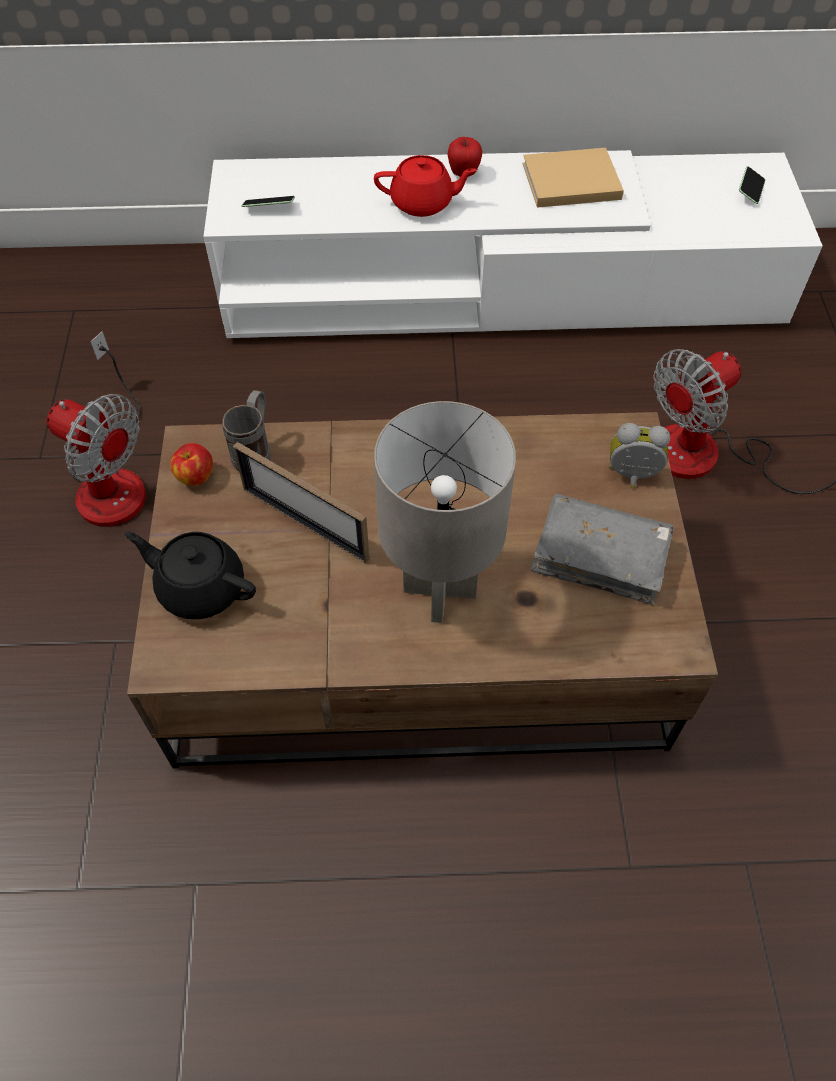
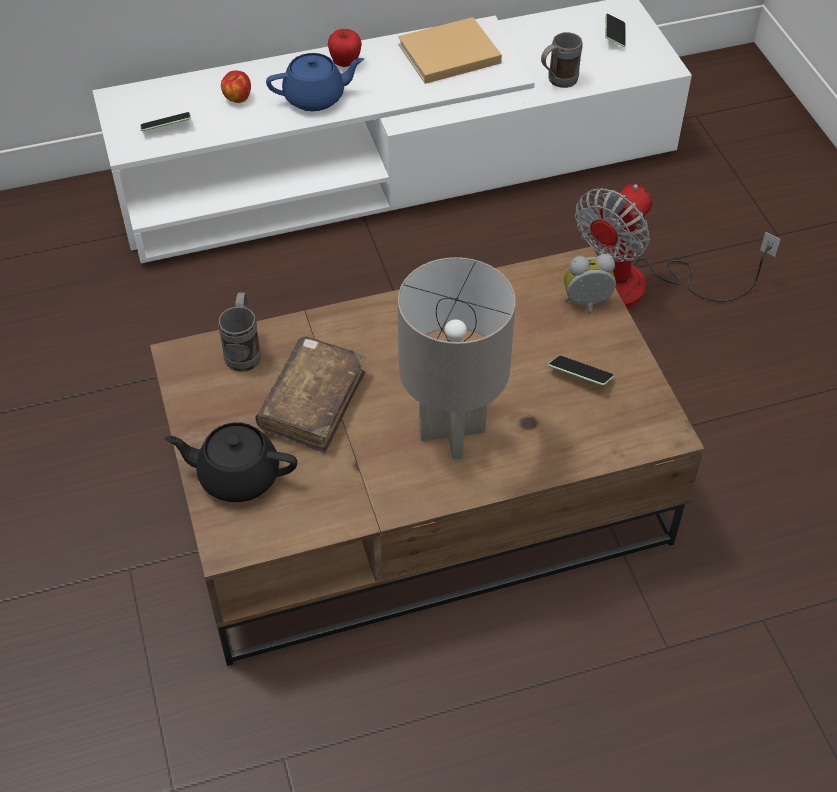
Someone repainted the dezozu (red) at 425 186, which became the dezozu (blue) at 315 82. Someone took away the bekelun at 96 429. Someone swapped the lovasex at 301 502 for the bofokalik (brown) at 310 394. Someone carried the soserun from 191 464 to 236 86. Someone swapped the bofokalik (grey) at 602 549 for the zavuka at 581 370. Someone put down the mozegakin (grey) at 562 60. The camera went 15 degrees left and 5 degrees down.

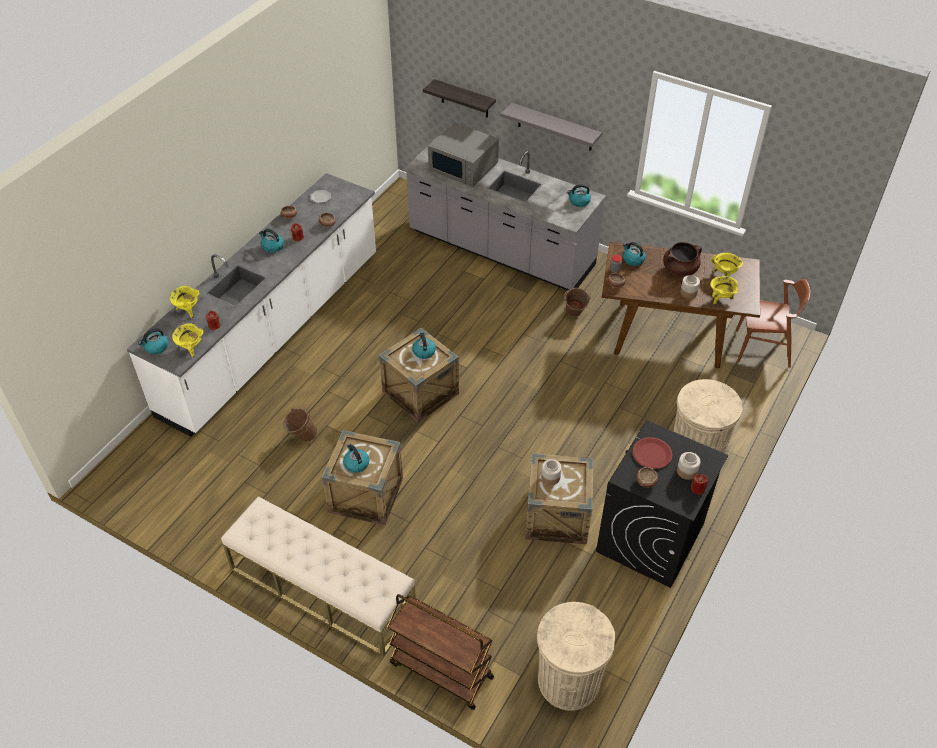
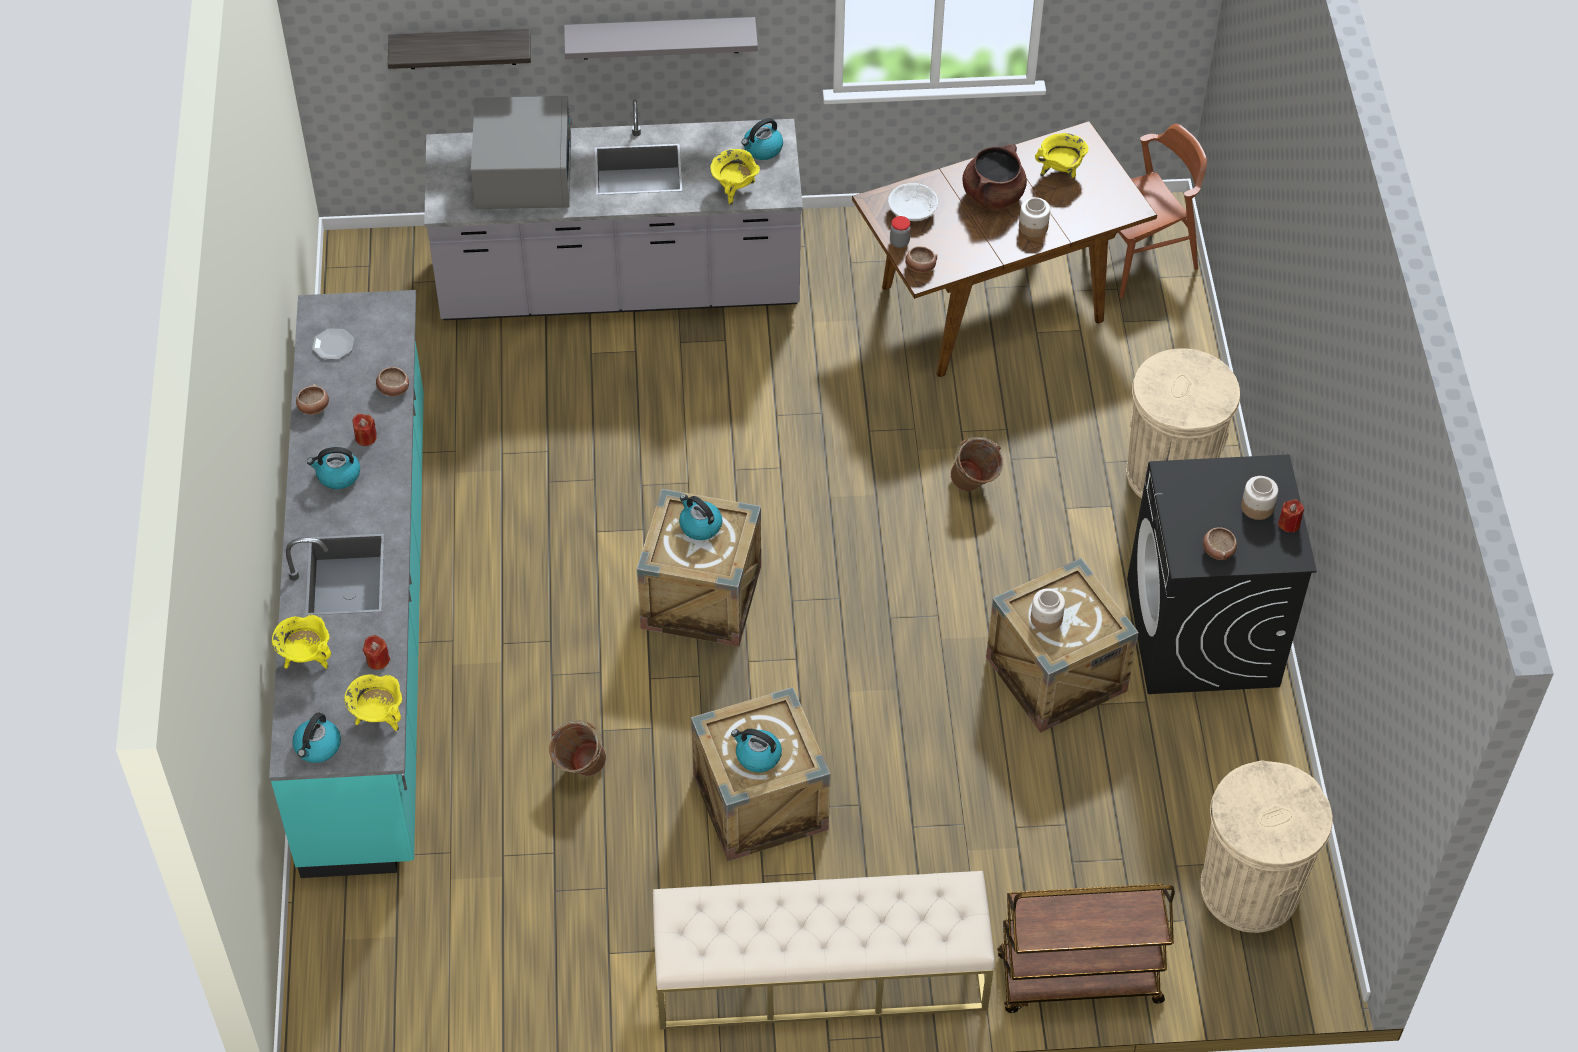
Someone rotated the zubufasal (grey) at 463 154 by 90 degrees counterclockwise. Someone repainted the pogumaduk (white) at 251 305, which became the pogumaduk (turquoise) at 346 584. Someone swapped the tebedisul at 634 254 for the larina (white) at 913 202. Someone carried the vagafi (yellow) from 724 290 to 735 177. Someone carried the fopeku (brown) from 577 302 to 976 464. Someone took away the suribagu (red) at 653 453. The camera went 35 degrees left and 5 degrees up.

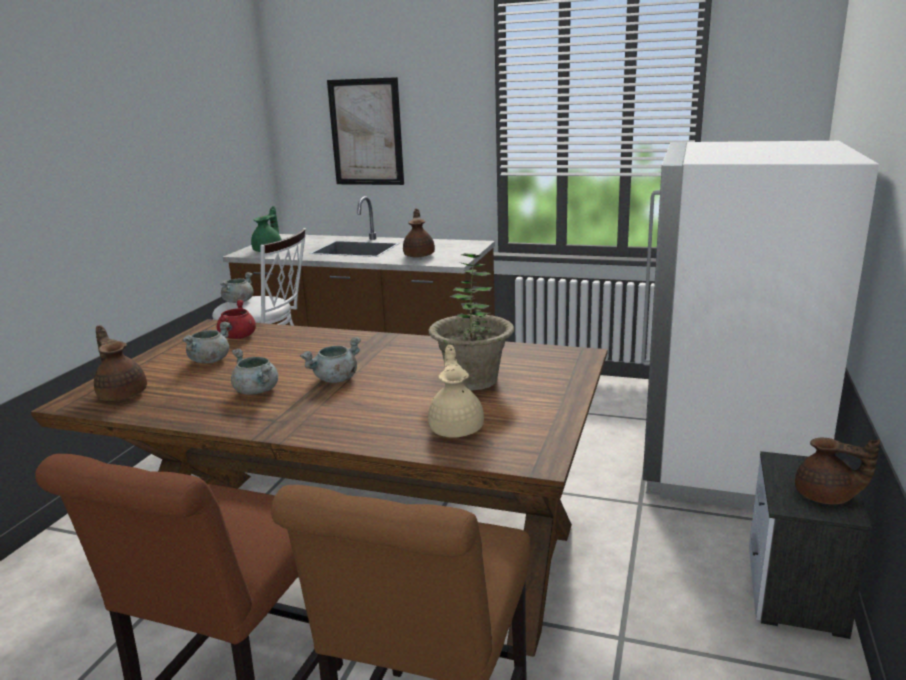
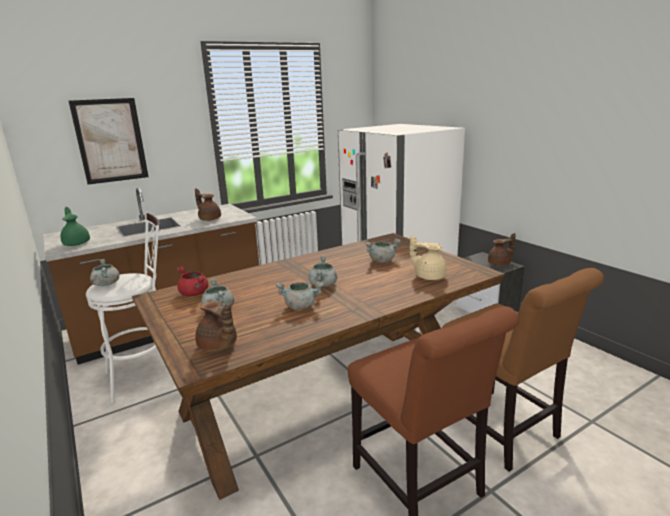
Someone swapped the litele at 471 321 for the vagafi (grey) at 383 251. Someone rotated the dezozu (brown) at 120 363 by 135 degrees counterclockwise. The camera went 50 degrees left and 0 degrees up.

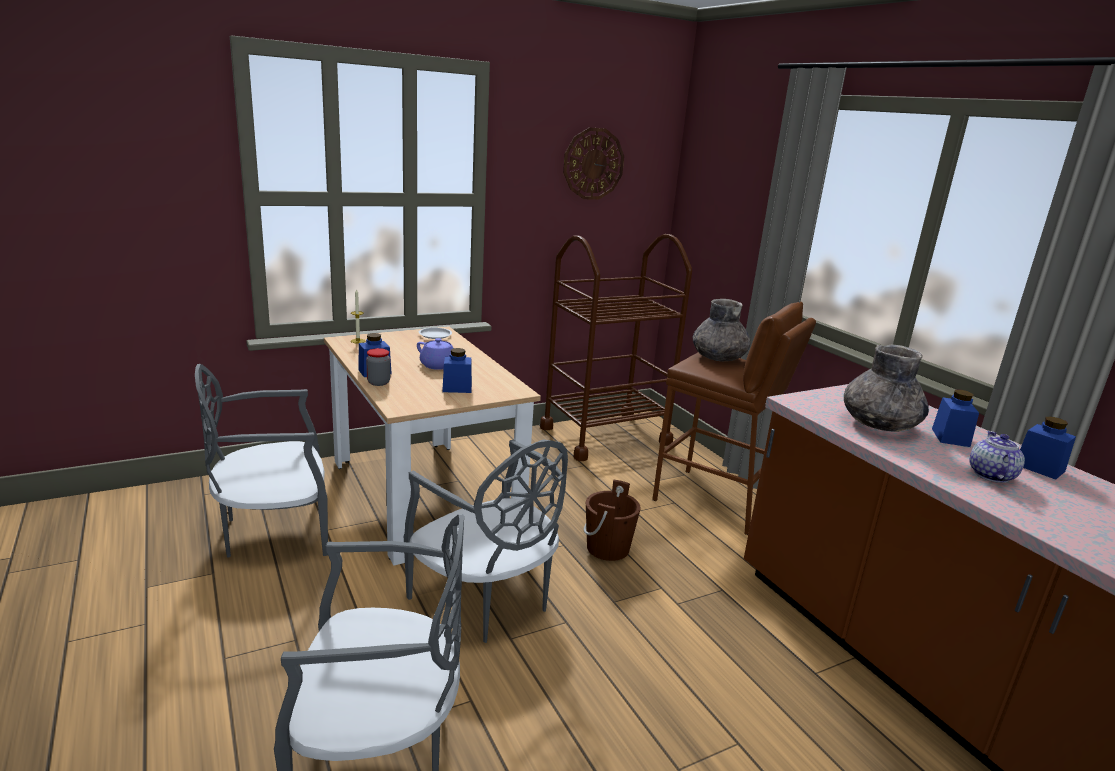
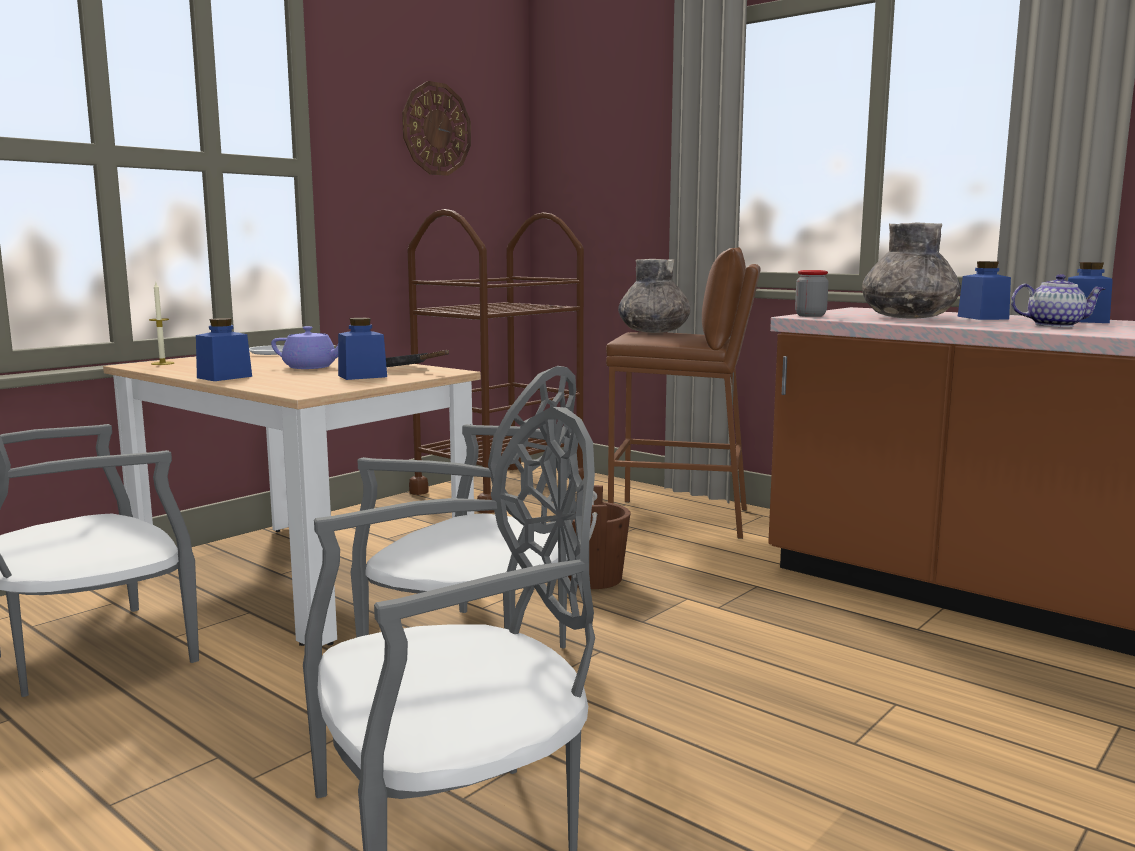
Someone carried the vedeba from 378 367 to 812 293. Someone rotated the dezozu at 997 457 by 105 degrees clockwise. Someone put down the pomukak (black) at 417 358. The camera went 20 degrees left and 10 degrees down.

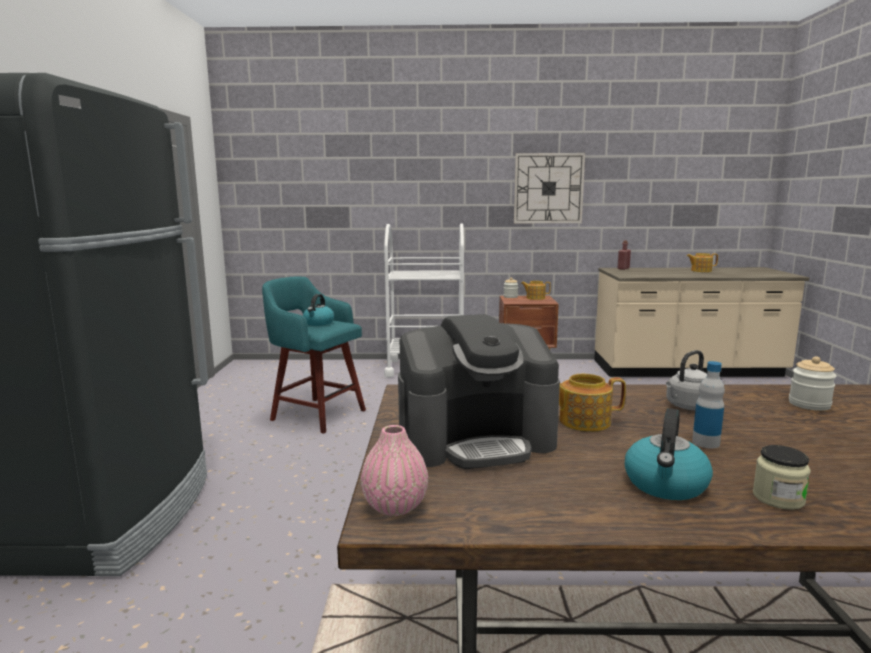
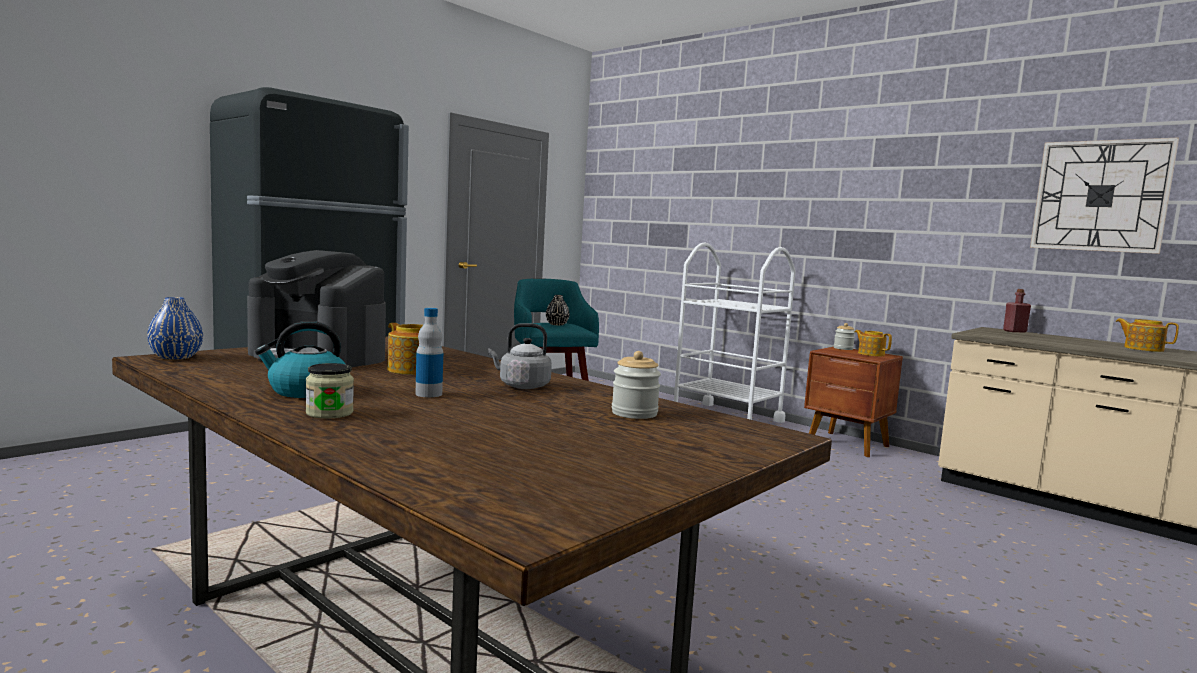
Someone carried the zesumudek from 549 188 to 1104 195. Someone swapped the tebedisul at 318 310 for the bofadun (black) at 557 310. Someone repainted the bofadun (pink) at 394 470, which became the bofadun (blue) at 175 328. The camera went 40 degrees right and 5 degrees down.

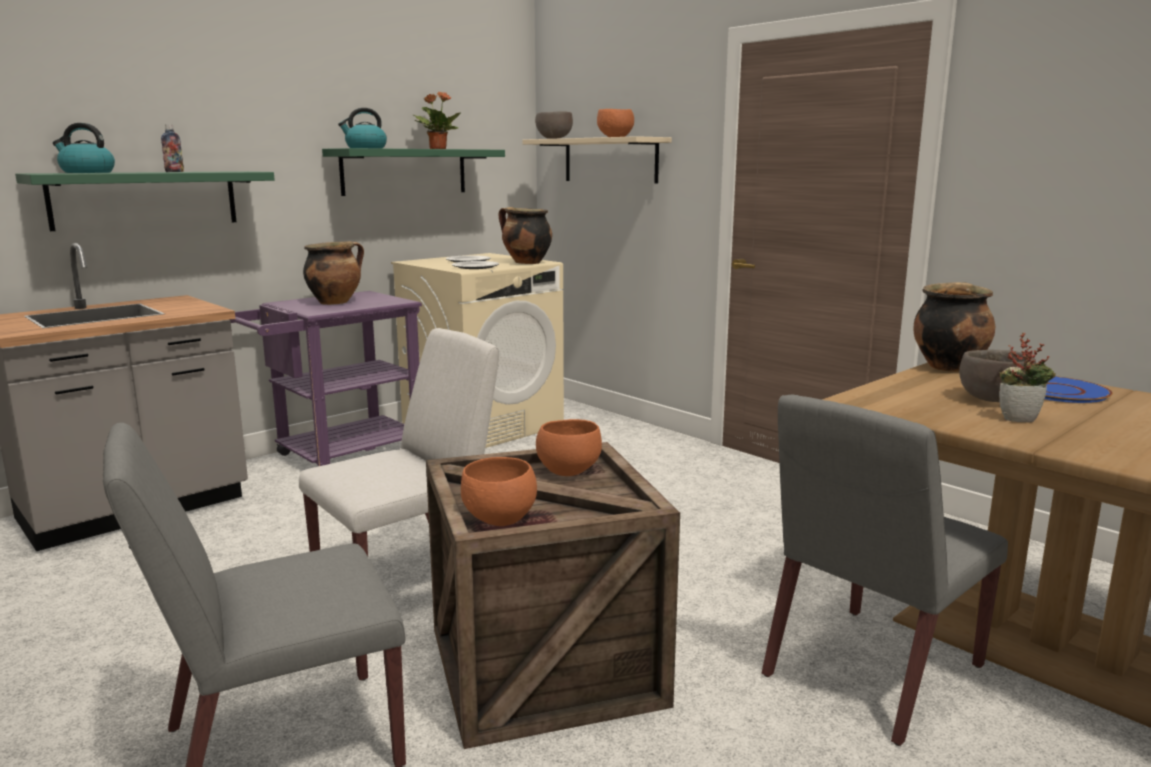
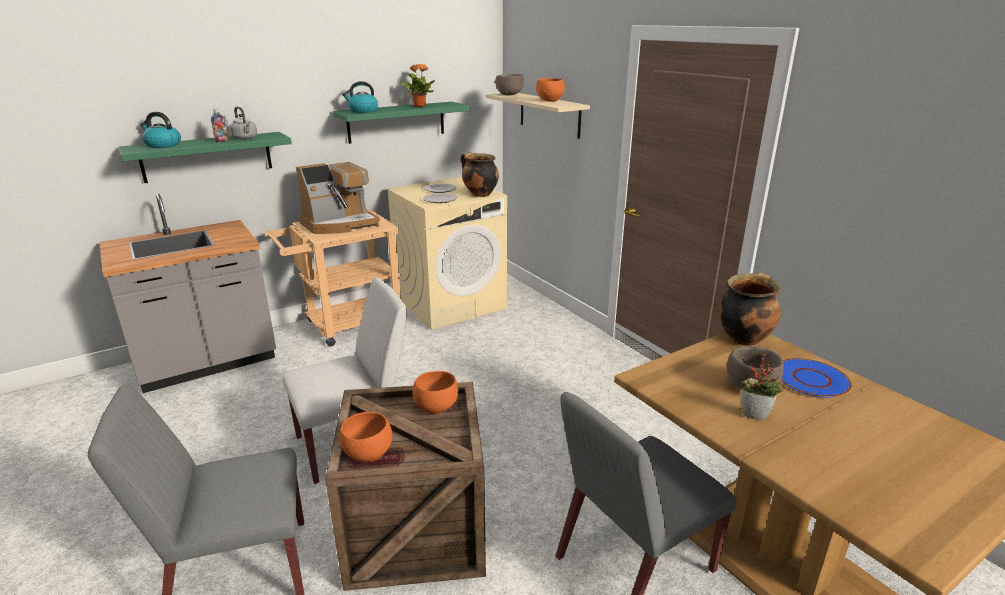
Someone swapped the vagafi at 333 273 for the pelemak at 338 198. Someone repainted the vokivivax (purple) at 326 378, which became the vokivivax (beige) at 332 278. Someone put down the tebedisul (grey) at 243 123. The camera went 10 degrees right and 10 degrees up.

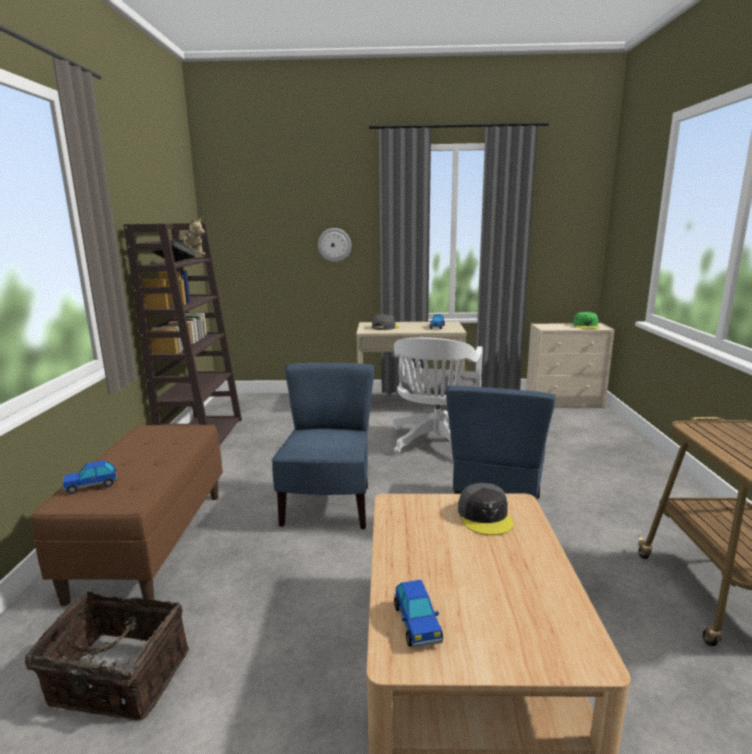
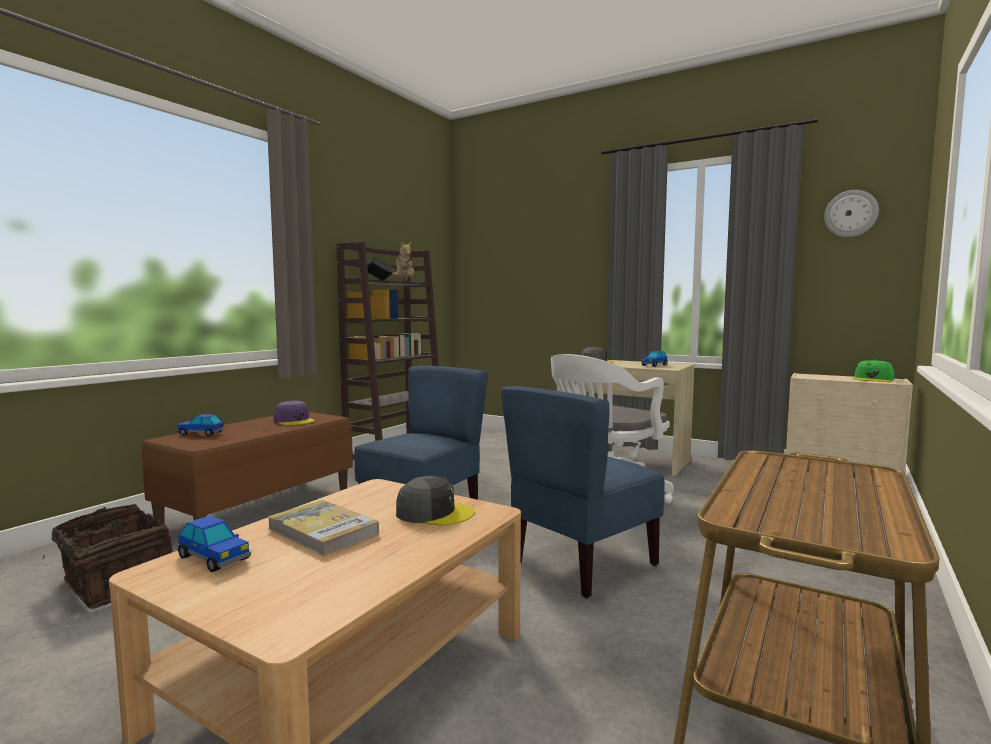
Someone carried the zesumudek from 334 245 to 851 213. Someone rotated the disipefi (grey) at 486 509 by 105 degrees counterclockwise. Someone rotated the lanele at 418 614 by 75 degrees counterclockwise. Someone put down the disipefi (purple) at 294 413. Someone put down the bofokalik at 323 528. The camera went 30 degrees right and 10 degrees down.

